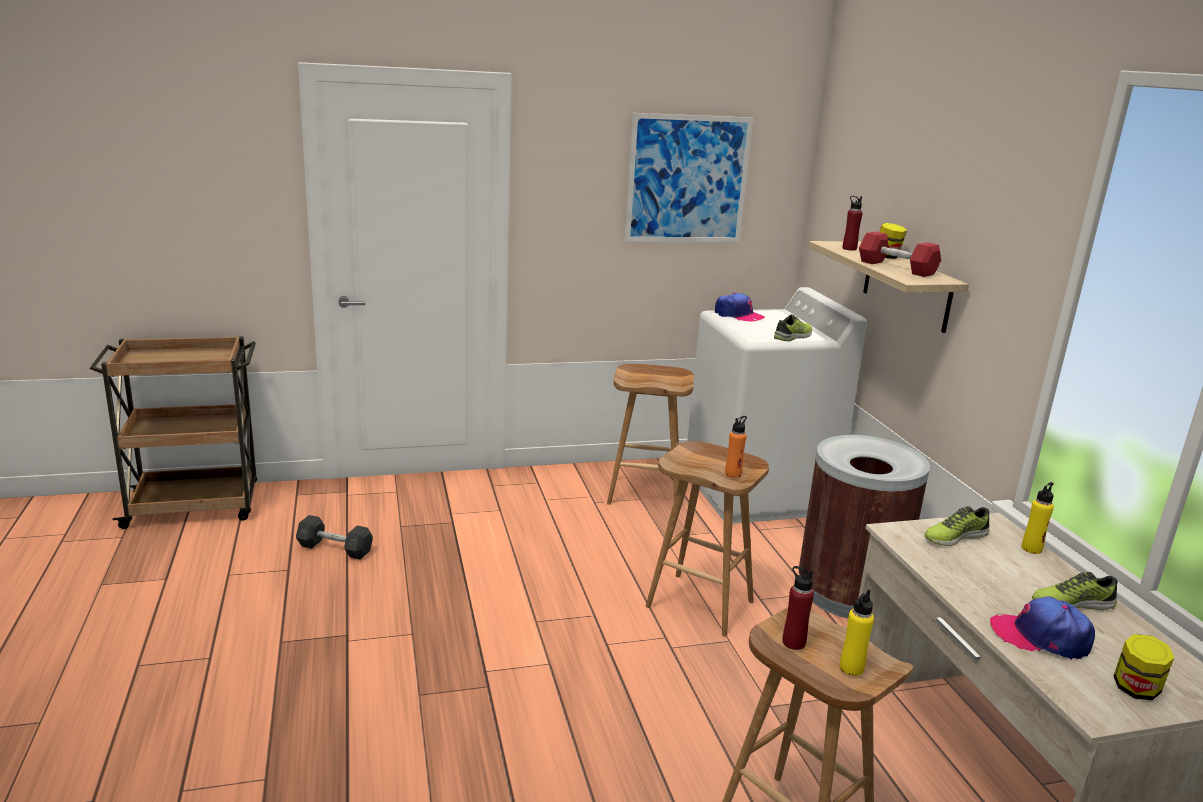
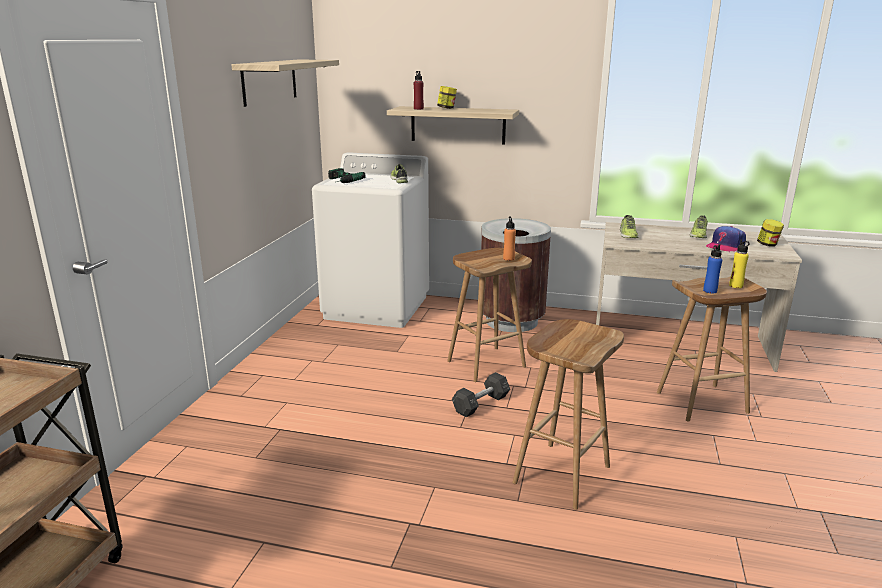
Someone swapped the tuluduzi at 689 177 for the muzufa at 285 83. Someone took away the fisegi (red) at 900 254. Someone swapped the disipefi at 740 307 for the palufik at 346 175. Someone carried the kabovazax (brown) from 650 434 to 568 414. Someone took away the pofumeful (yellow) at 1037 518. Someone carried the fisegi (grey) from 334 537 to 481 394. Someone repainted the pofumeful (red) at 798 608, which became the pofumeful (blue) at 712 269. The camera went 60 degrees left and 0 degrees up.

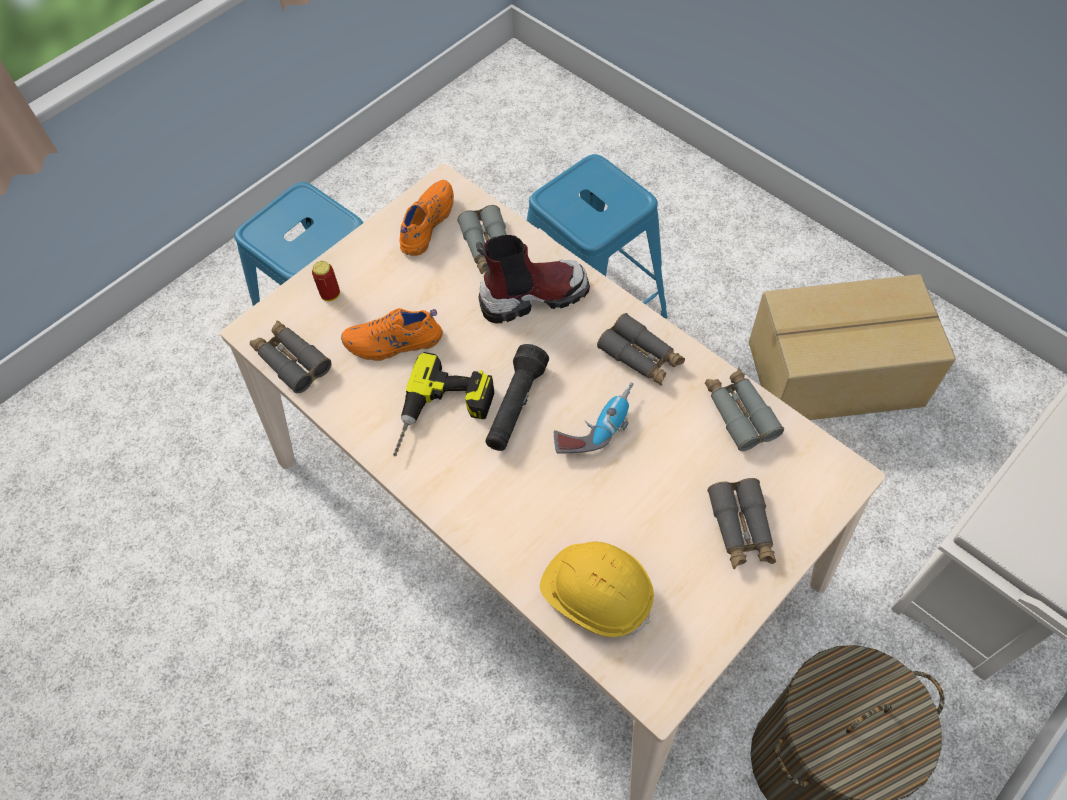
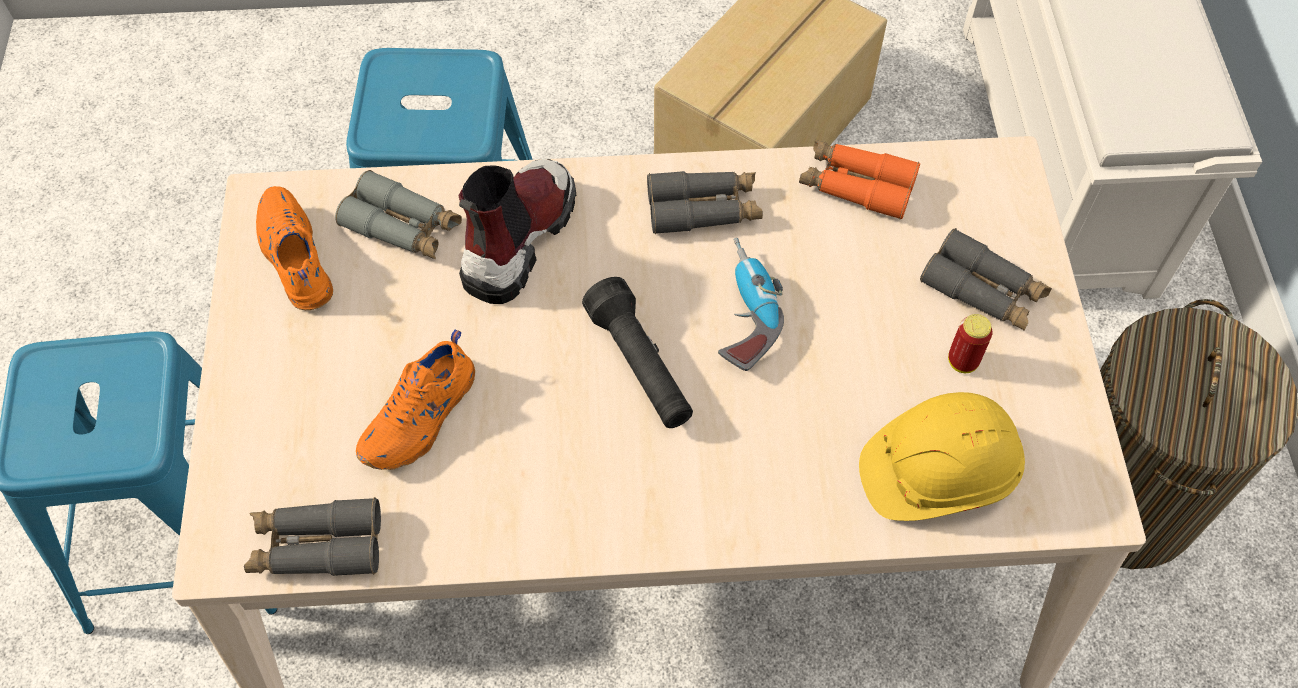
Someone carried the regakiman from 326 281 to 970 343. Someone took away the palufik at 443 404. Someone repainted the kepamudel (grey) at 744 409, which became the kepamudel (orange) at 859 180. The camera went 50 degrees left and 0 degrees up.

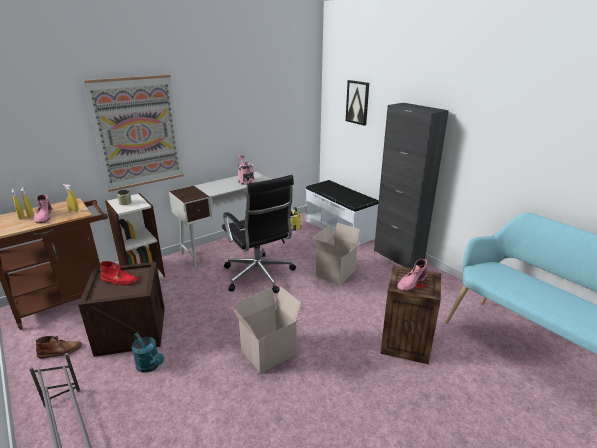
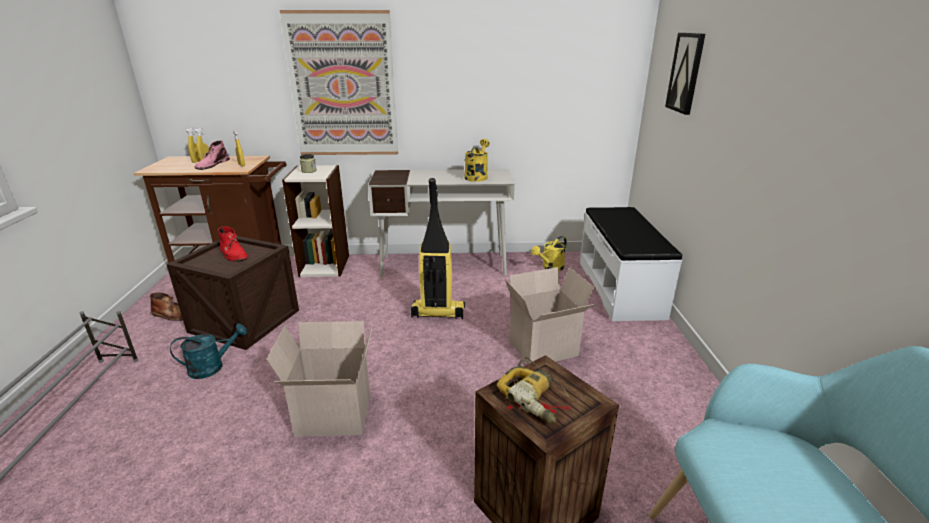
Someone took away the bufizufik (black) at 411 185. Someone repainted the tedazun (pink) at 246 170, which became the tedazun (yellow) at 477 160. Someone swapped the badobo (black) at 259 234 for the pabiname at 438 248. Someone swapped the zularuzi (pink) at 412 275 for the palufik at 533 390. Someone rotated the tedazun (turquoise) at 147 353 by 105 degrees counterclockwise. The camera went 35 degrees right and 0 degrees up.

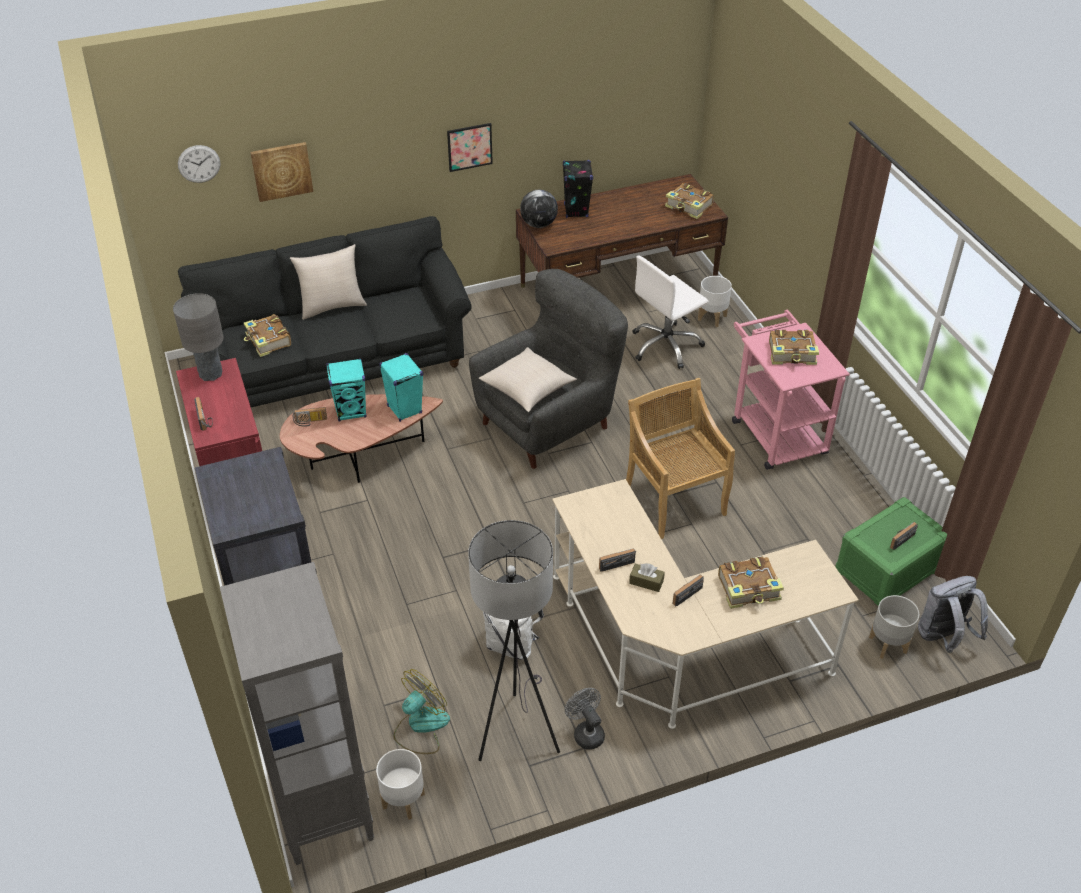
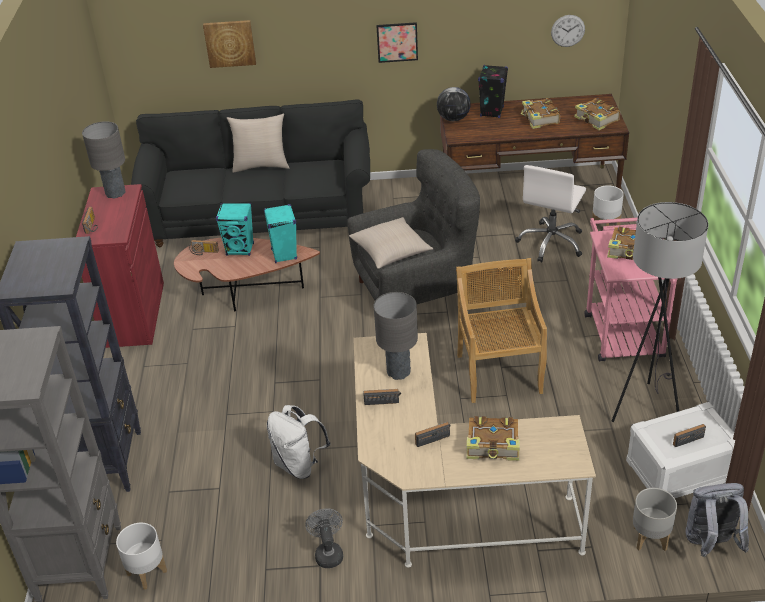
Someone carried the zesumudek from 199 164 to 568 31. Someone rotated the badobo (white) at 670 312 by 45 degrees counterclockwise. Someone carried the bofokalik from 267 335 to 540 113. Someone repainted the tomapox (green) at 891 551, which became the tomapox (white) at 680 450. Someone carried the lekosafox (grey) from 514 640 to 660 312. Someone took away the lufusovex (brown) at 647 577. Someone took away the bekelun at 422 711. Someone put down the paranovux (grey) at 395 336. The camera went 20 degrees right and 5 degrees down.

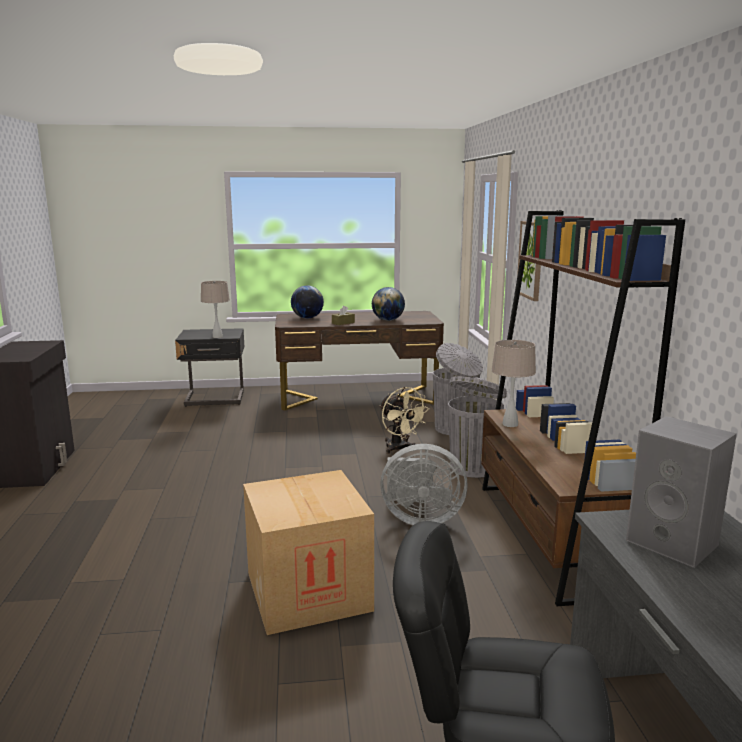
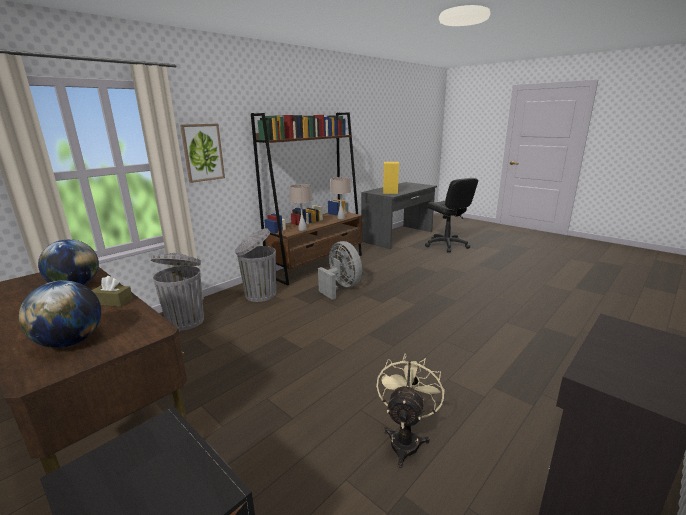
Someone carried the paranovux (beige) from 215 309 to 340 198. Someone carried the bekelun (beige) from 404 420 to 410 411. Someone repainted the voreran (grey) at 681 492, which became the voreran (yellow) at 391 178. Someone took away the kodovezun at 308 552. The camera went 130 degrees left and 5 degrees up.

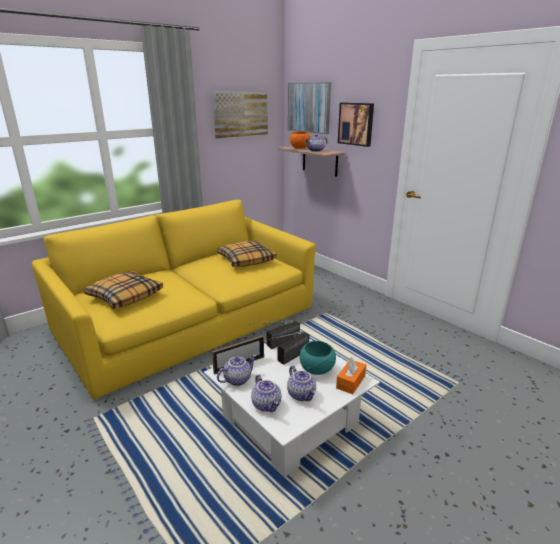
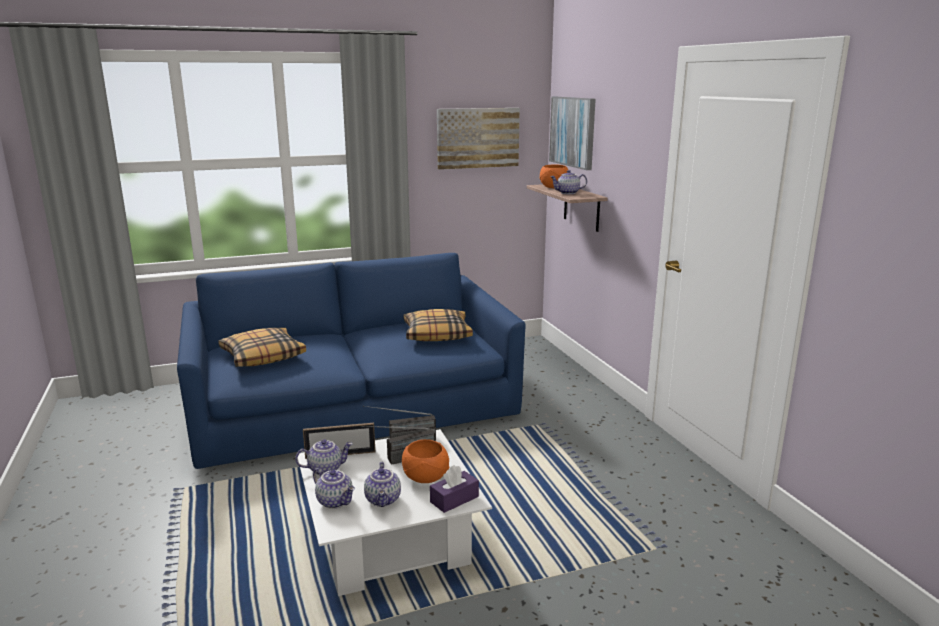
Someone took away the tuluduzi at 356 124. Someone repainted the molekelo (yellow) at 173 299, which became the molekelo (blue) at 351 361. Someone repainted the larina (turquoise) at 318 358, which became the larina (orange) at 425 461. Someone repainted the lufusovex (orange) at 351 375, which became the lufusovex (purple) at 454 489. Someone rotated the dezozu at 266 393 by 45 degrees counterclockwise. The camera went 20 degrees right and 5 degrees down.

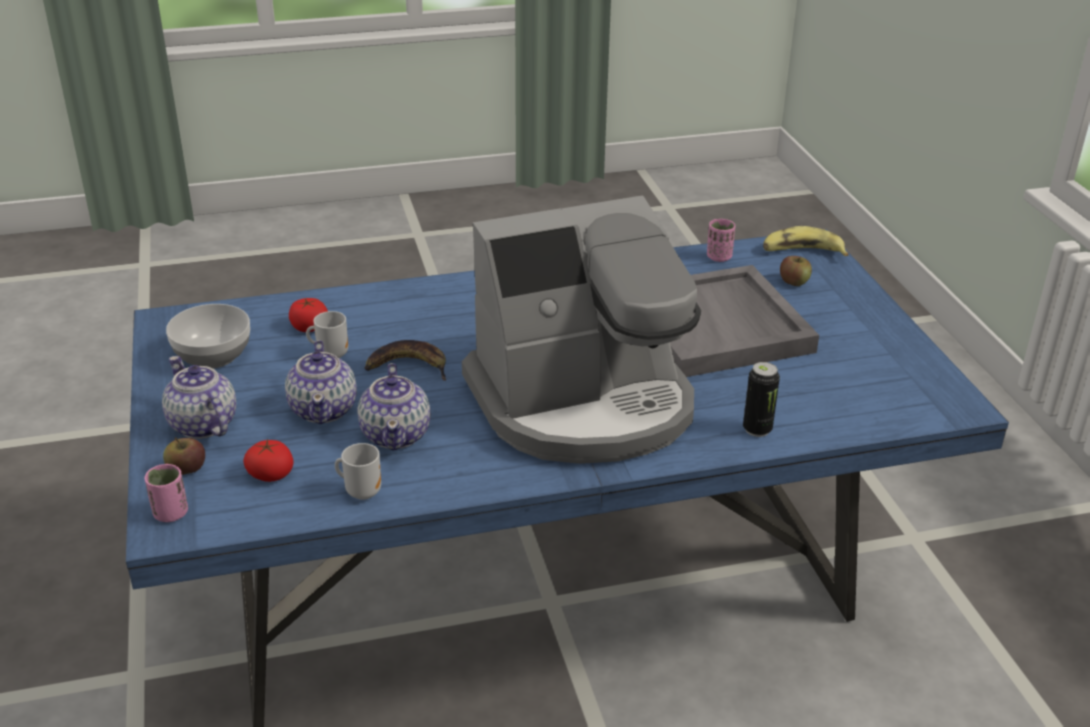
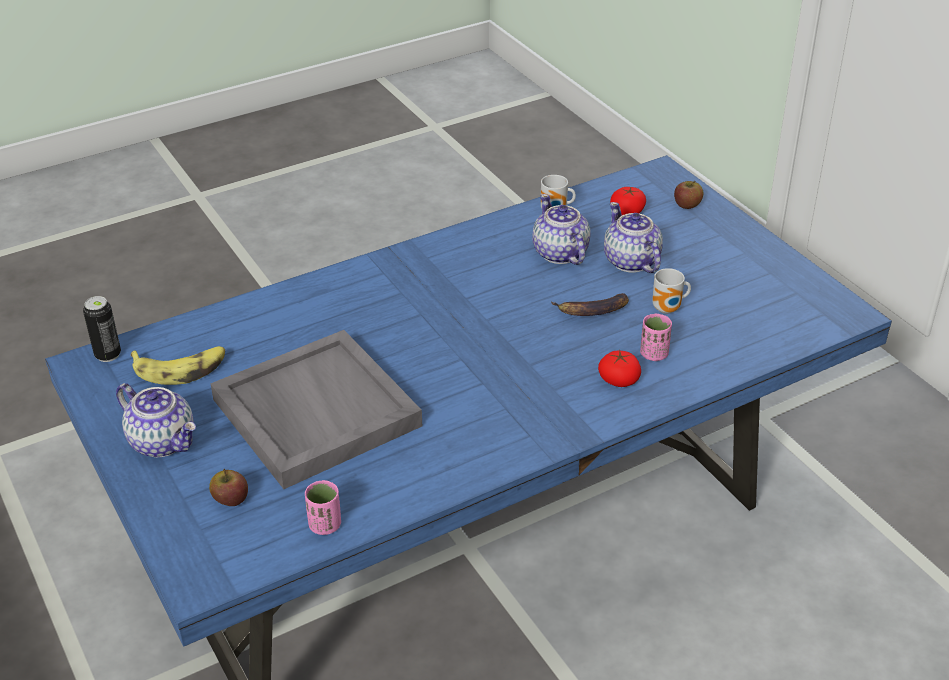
Someone took away the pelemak at 581 329. Someone carried the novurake from 806 241 to 178 365. Someone carried the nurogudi from 308 315 to 619 368. Someone took away the larina at 208 336. Someone carried the dezozu from 199 397 to 156 420. Someone carried the regakiman from 761 399 to 102 329. Someone carried the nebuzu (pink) from 166 493 to 656 337. The camera went 165 degrees right and 5 degrees up.

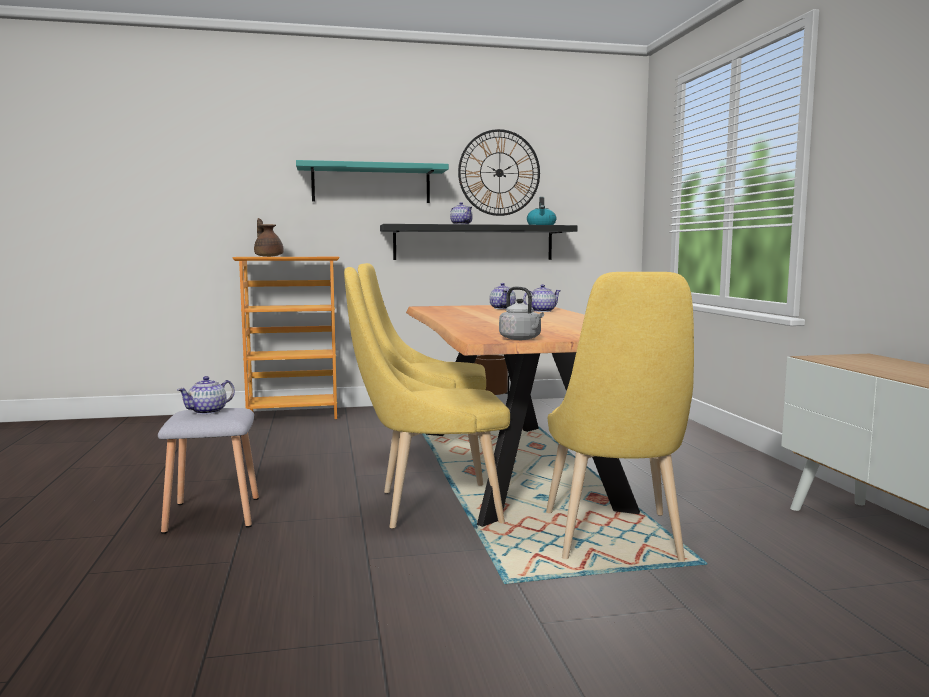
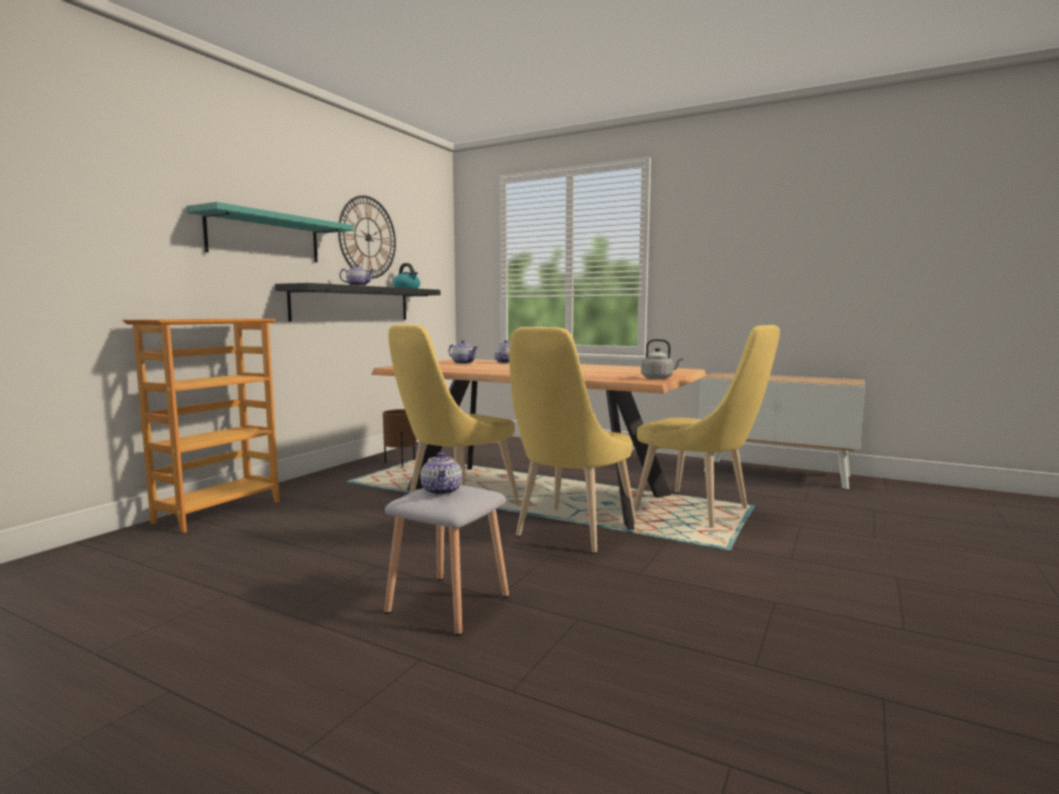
Someone took away the dezozu (brown) at 268 237. The camera went 50 degrees left and 0 degrees up.

